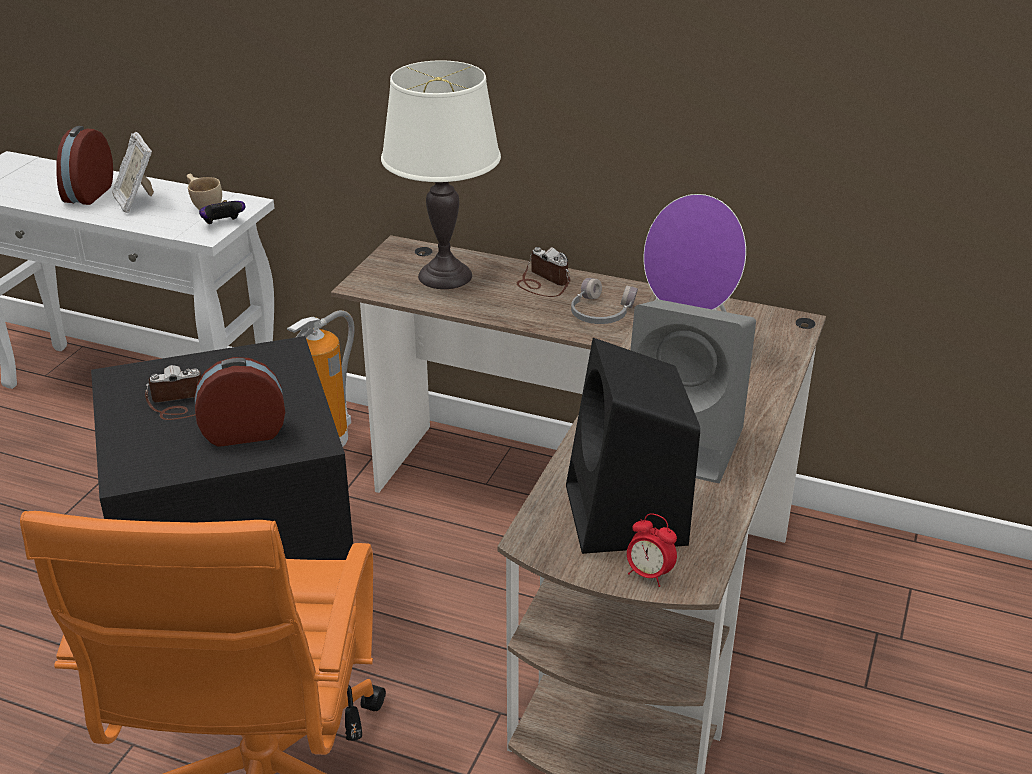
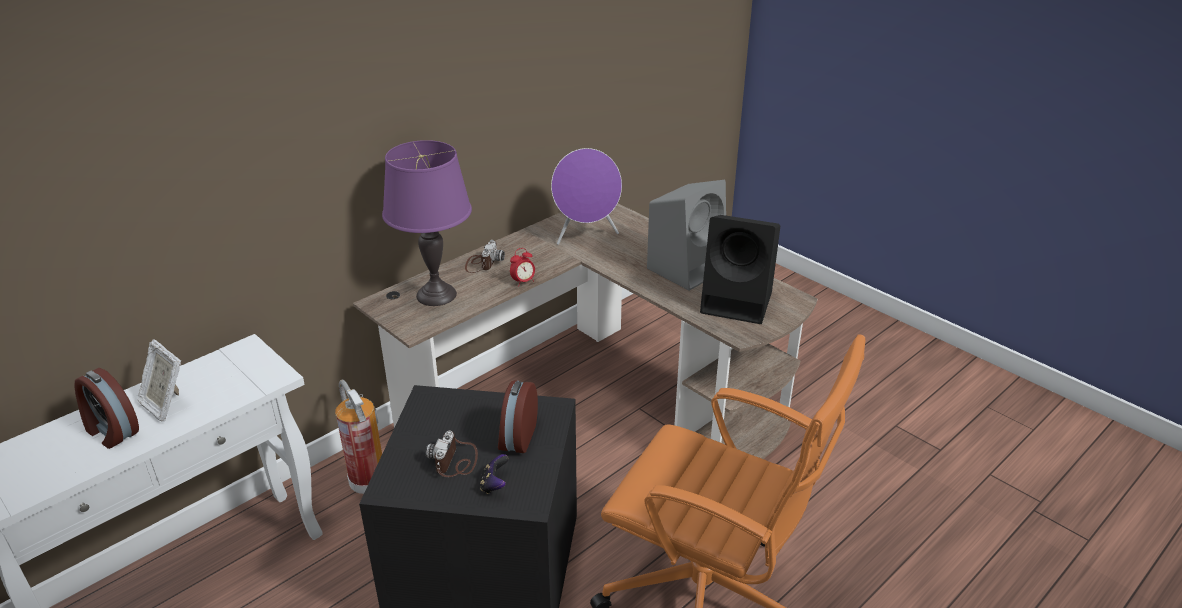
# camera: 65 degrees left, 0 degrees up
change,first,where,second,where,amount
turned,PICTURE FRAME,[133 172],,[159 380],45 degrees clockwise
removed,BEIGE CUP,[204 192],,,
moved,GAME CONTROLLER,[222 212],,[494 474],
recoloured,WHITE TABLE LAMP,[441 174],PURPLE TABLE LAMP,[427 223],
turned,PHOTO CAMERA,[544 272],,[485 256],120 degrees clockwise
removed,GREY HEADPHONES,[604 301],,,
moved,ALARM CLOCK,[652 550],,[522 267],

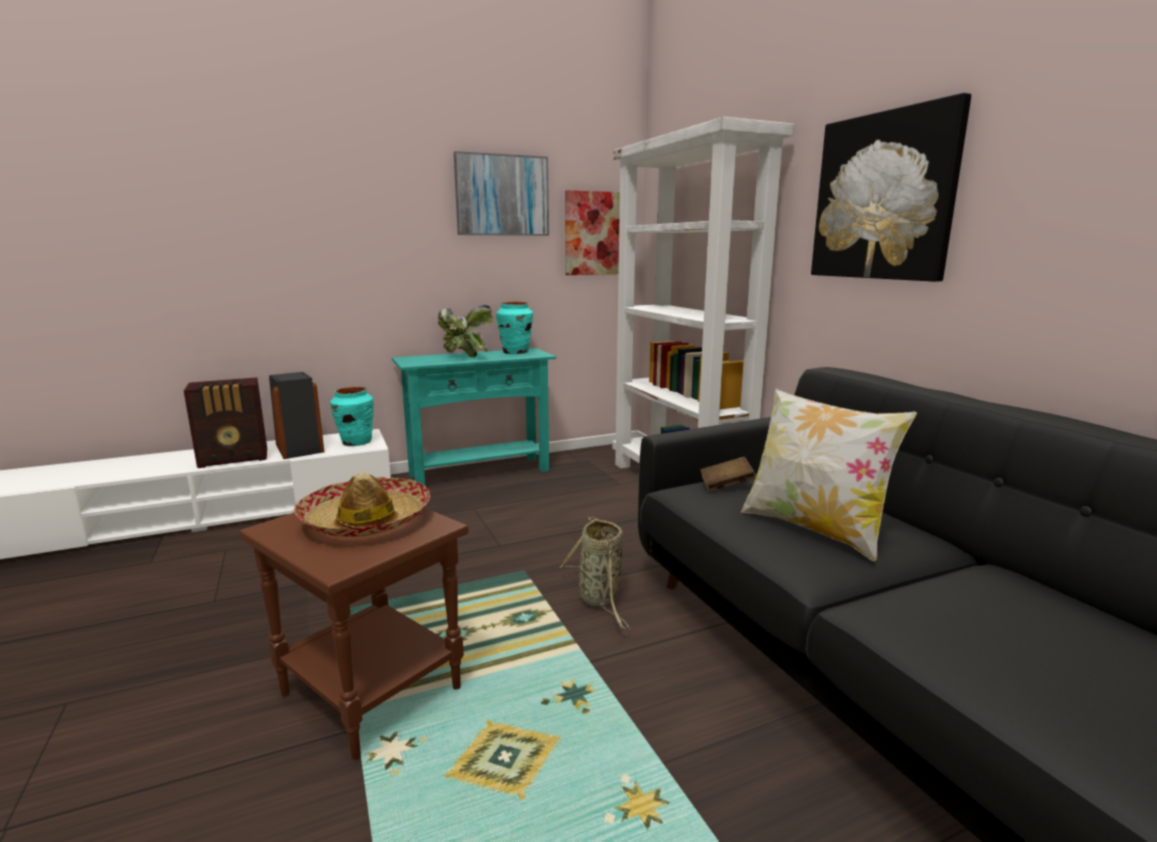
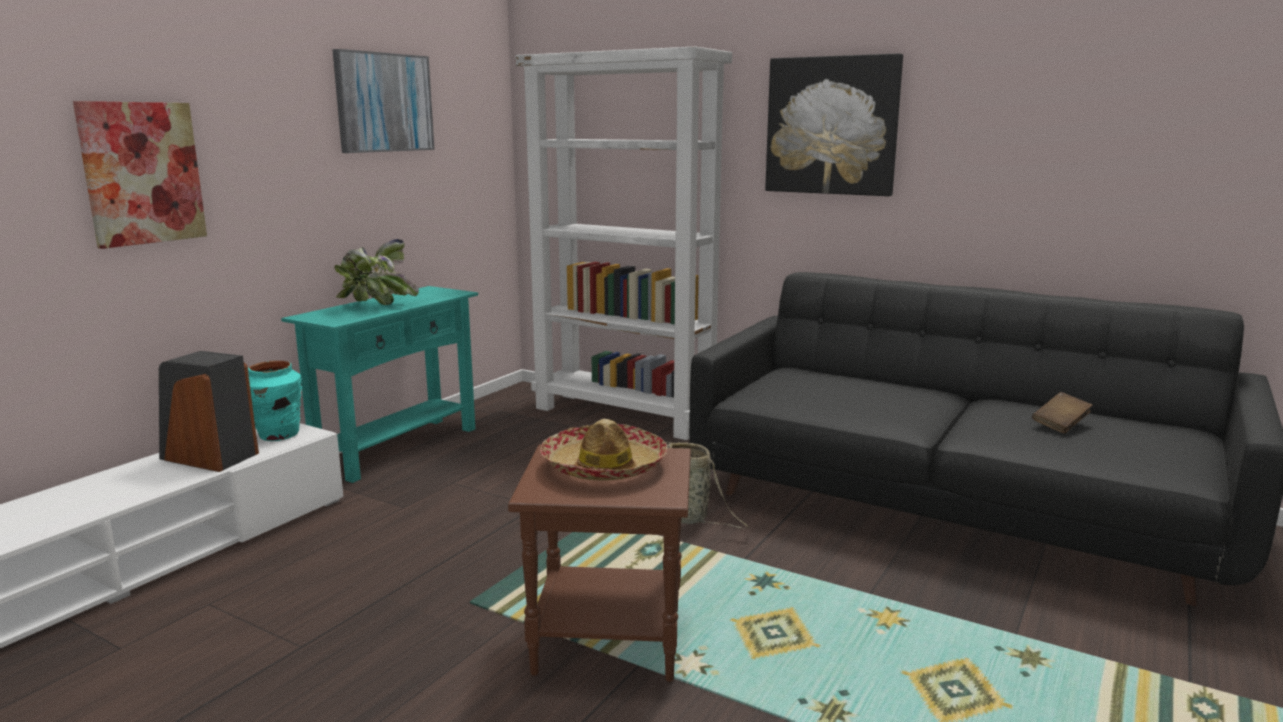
# camera: 35 degrees left, 0 degrees up
change,first,where,second,where,amount
removed,RADIO,[225 423],,,
removed,TURQUOISE VASE,[514 328],,,
moved,PICTURE,[592 232],,[140 175],
moved,BROWN BOOK,[727 474],,[1062 412],
removed,PILLOW,[829 474],,,

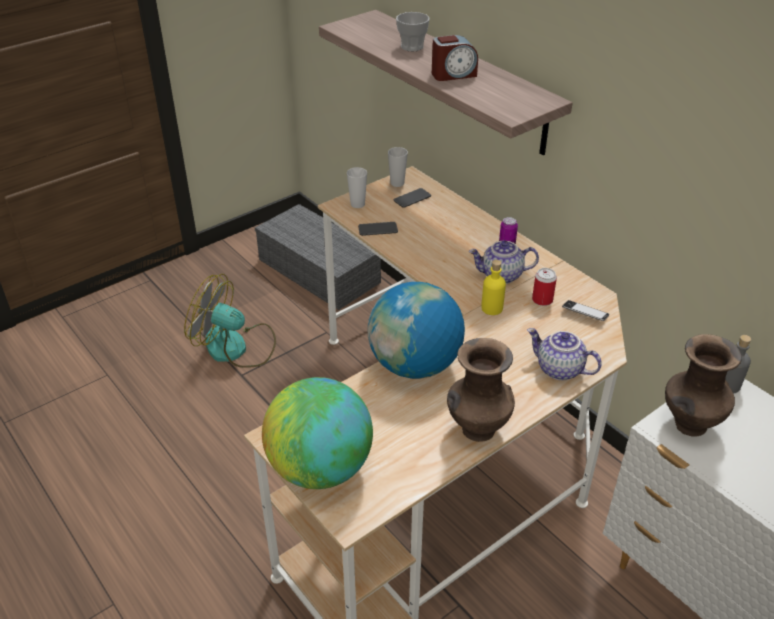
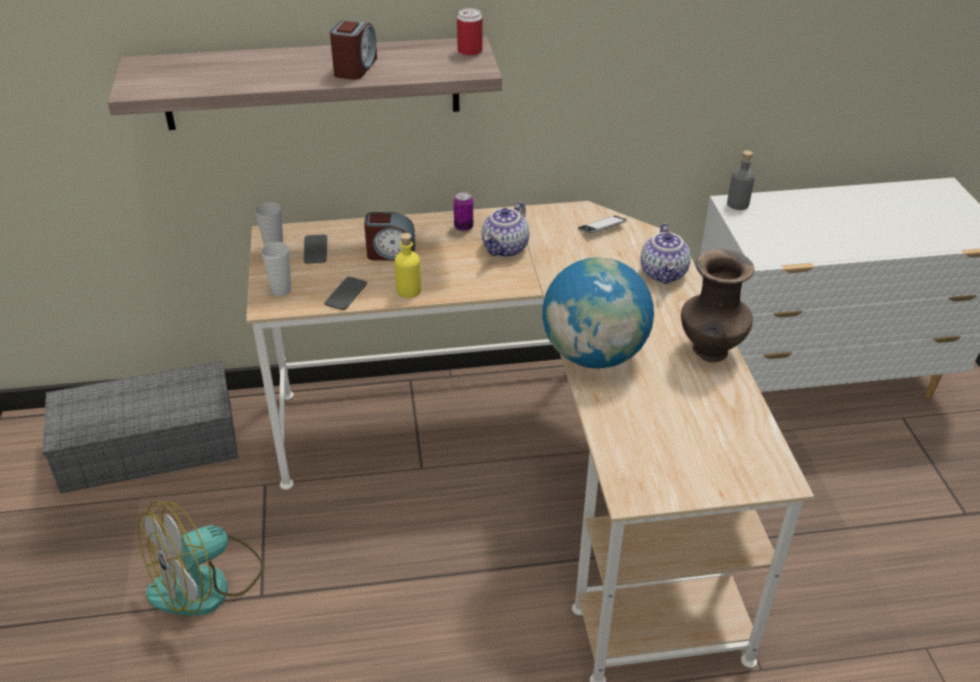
# camera: 60 degrees left, 0 degrees up
change,first,where,second,where,amount
removed,GLOBE,[317 433],,,
removed,CUP,[413 31],,,
moved,YELLOW BOTTLE,[493 287],,[408 265],
turned,TEAPOT,[564 354],,[665 253],60 degrees counterclockwise
moved,CAN,[544 287],,[469 32],
removed,BROWN VASE,[703 385],,,
added,,,ALARM CLOCK,[390 236],

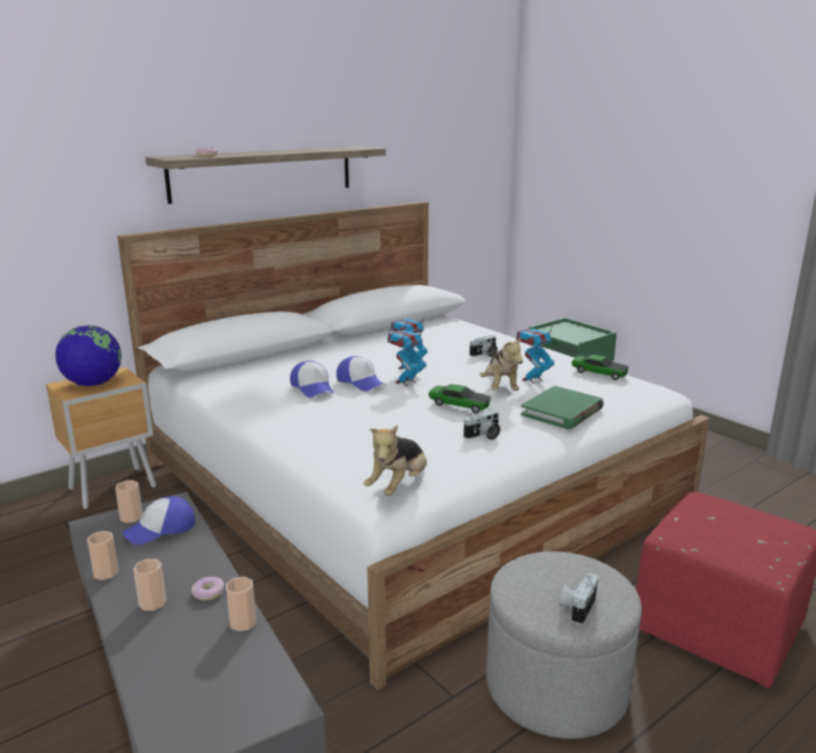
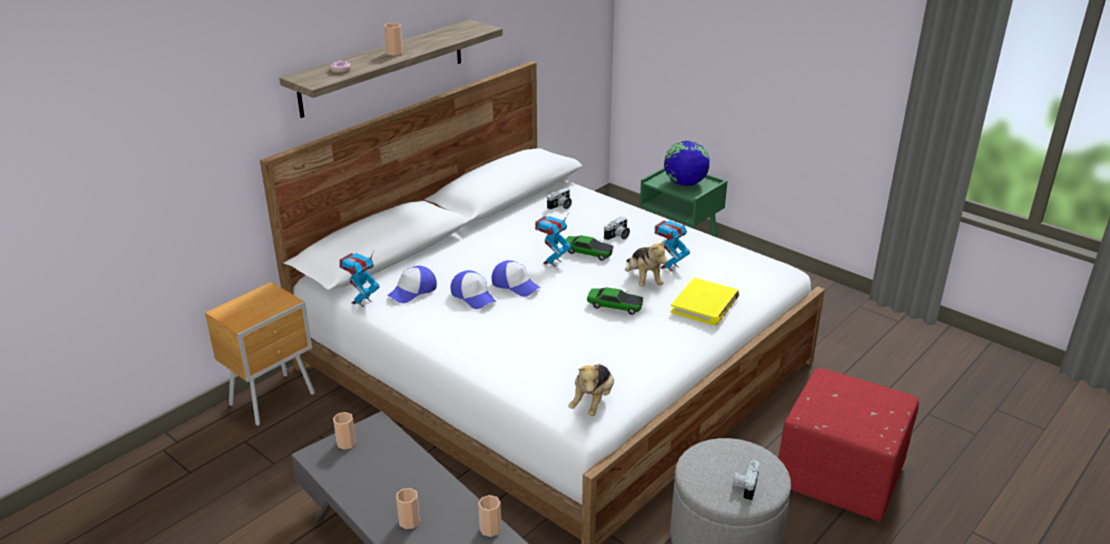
# camera: 10 degrees left, 10 degrees up
change,first,where,second,where,amount
moved,GLOBE,[88 355],,[686 163],
moved,CUP,[103 555],,[393 39],
moved,CAP,[158 520],,[412 284],
removed,DONUT,[207 588],,,
moved,TOY ROBOT,[406 355],,[359 279],
moved,PHOTO CAMERA,[482 424],,[559 199],
recoloured,GREEN BOOK,[562 407],YELLOW BOOK,[705 301],
moved,TOY CAR,[600 367],,[590 248],

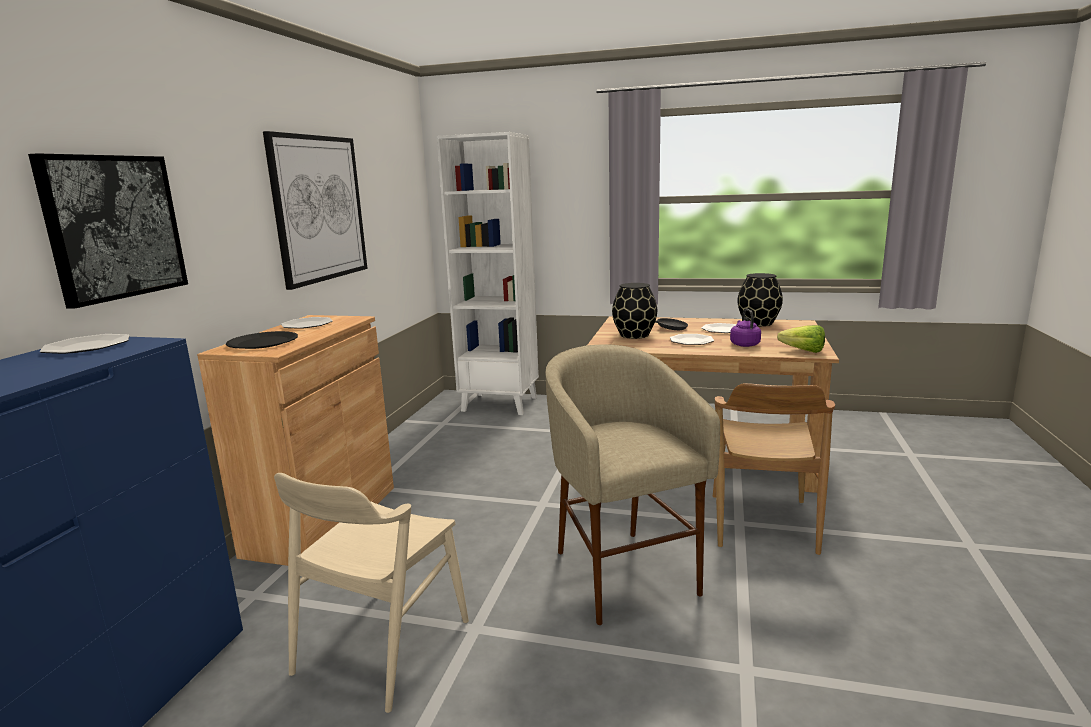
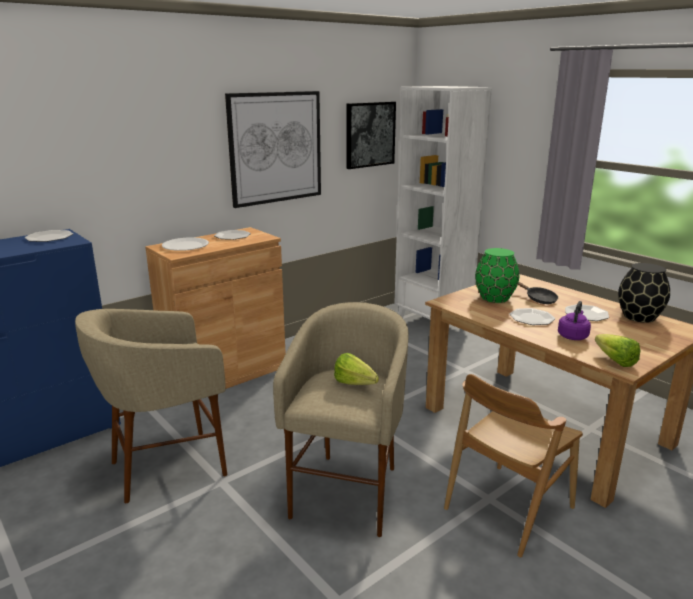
# camera: 35 degrees right, 5 degrees up
change,first,where,second,where,amount
moved,PICTURE,[108 231],,[371 135],
recoloured,BLACK PLATE,[262 340],WHITE PLATE,[185 244],
replaced,BEIGE CHAIR,[371 593],BEIGE STOOL,[151 406],
recoloured,BLACK VASE,[634 311],GREEN VASE,[497 275],
added,,,LETTUCE,[356 369],

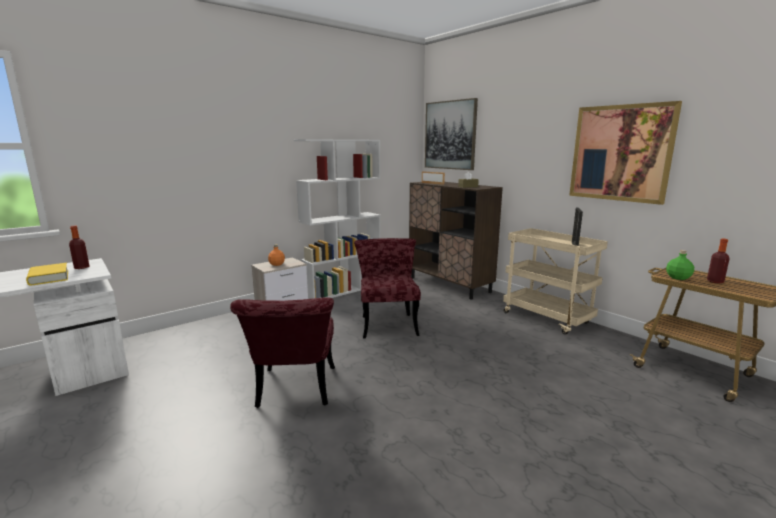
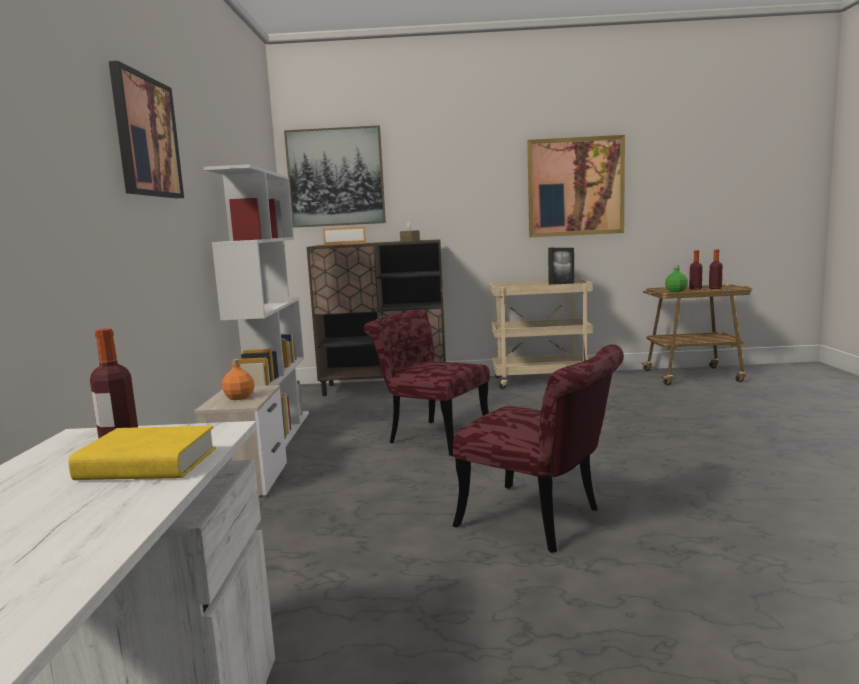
# camera: 50 degrees left, 5 degrees down
change,first,where,second,where,amount
added,,,PICTURE,[146 130],
added,,,BOTTLE,[716 269],

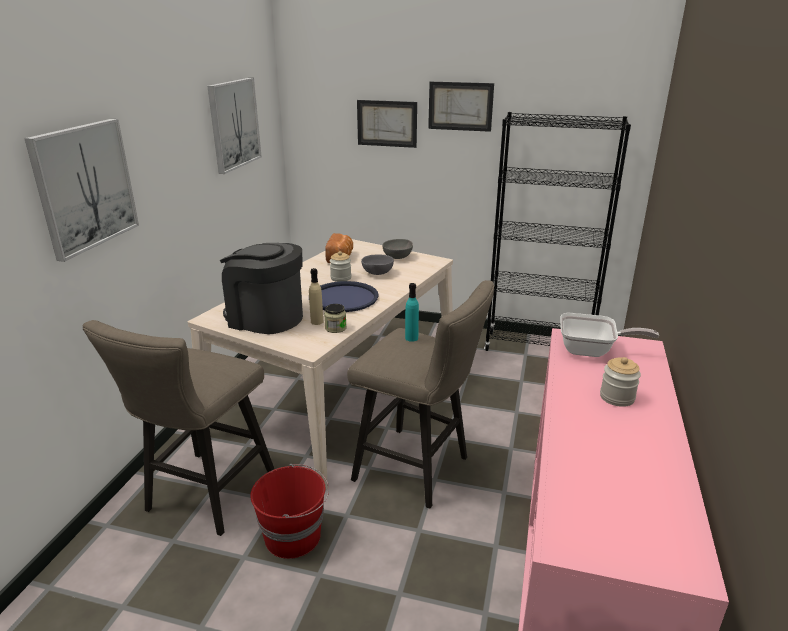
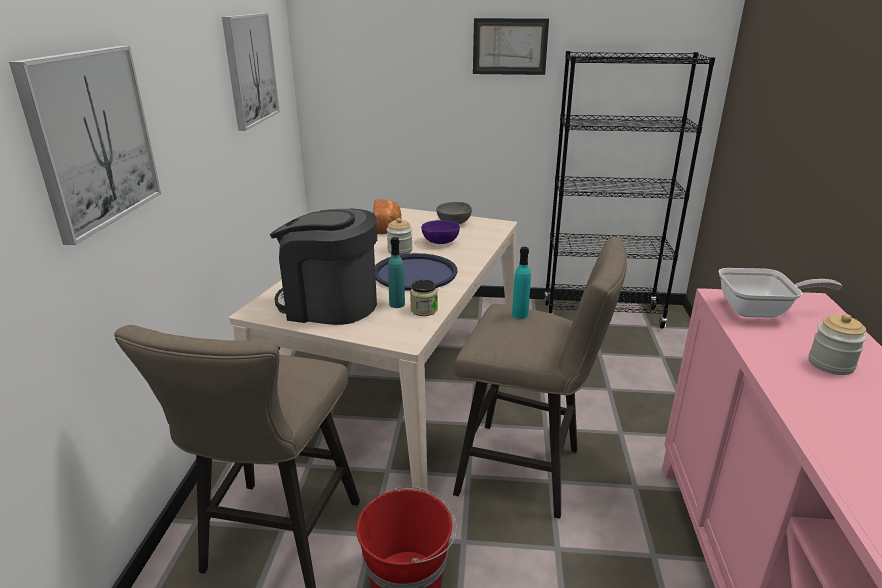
# camera: 10 degrees left, 0 degrees up
change,first,where,second,where,amount
recoloured,BEIGE BOTTLE,[316 296],TURQUOISE BOTTLE,[396 272],
removed,PICTURE,[387 124],,,
recoloured,GREY BOWL,[377 265],PURPLE BOWL,[440 232],

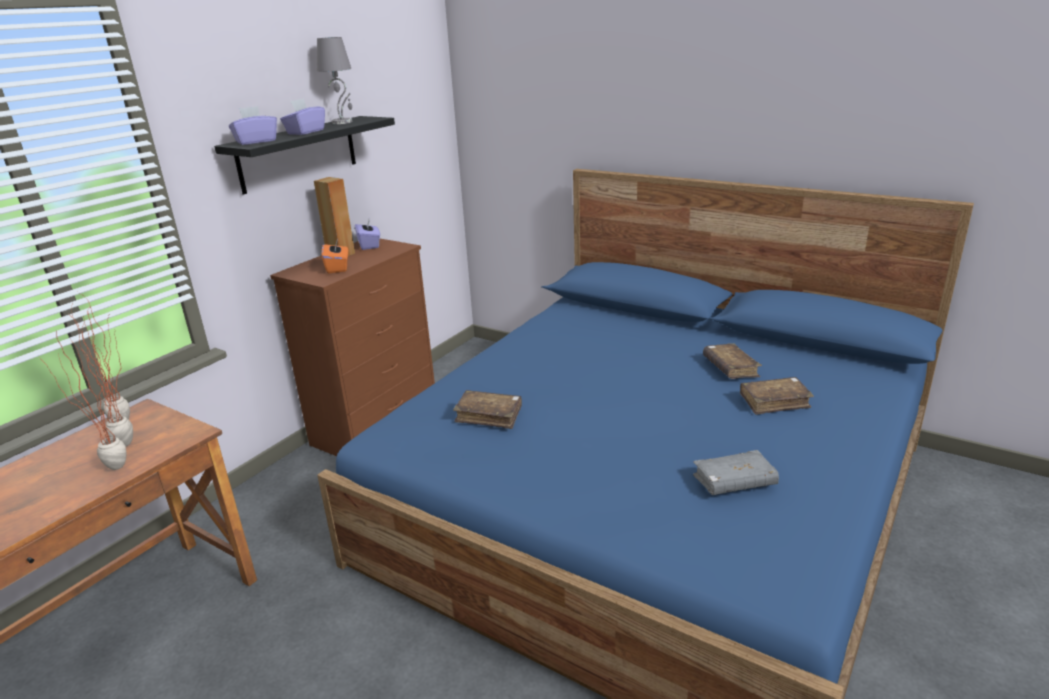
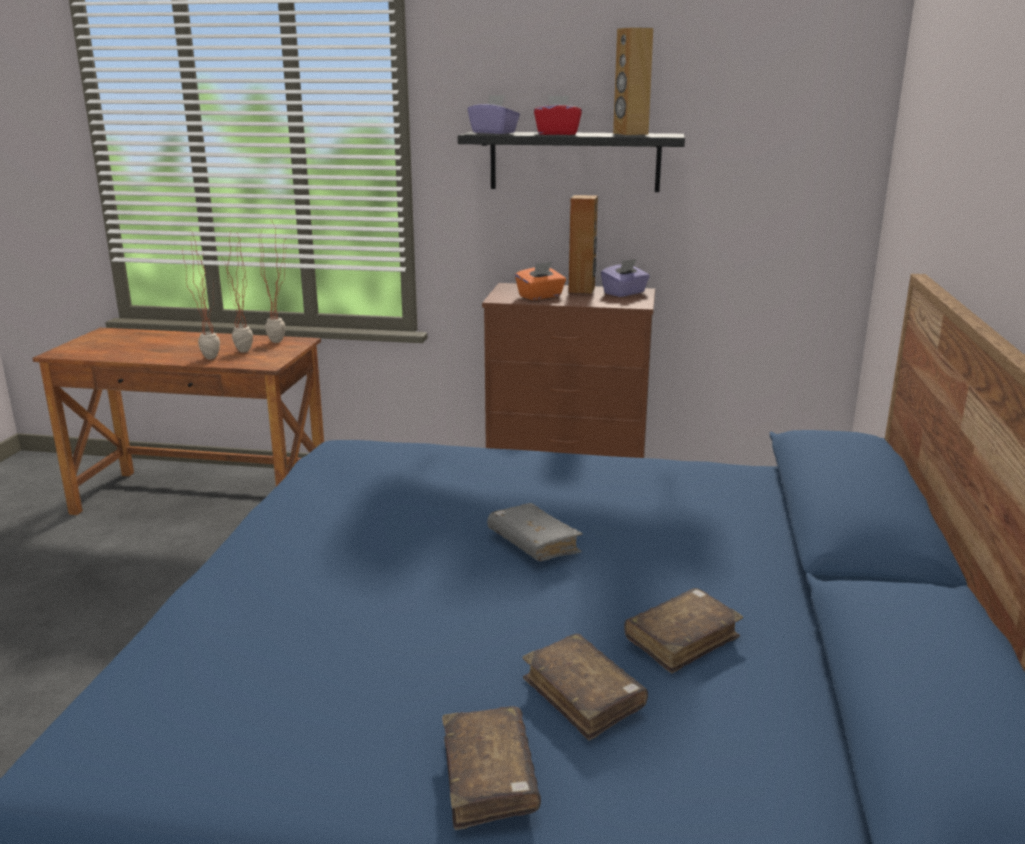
# camera: 65 degrees right, 5 degrees down
change,first,where,second,where,amount
recoloured,PURPLE TISSUE BOX,[302 116],RED TISSUE BOX,[558 115],
replaced,GREY TABLE LAMP,[334 80],BROWN SPEAKER,[633 81],
moved,BROWN BOOK,[487 409],,[491 768],
moved,GREY BOOK,[736 472],,[534 532],

